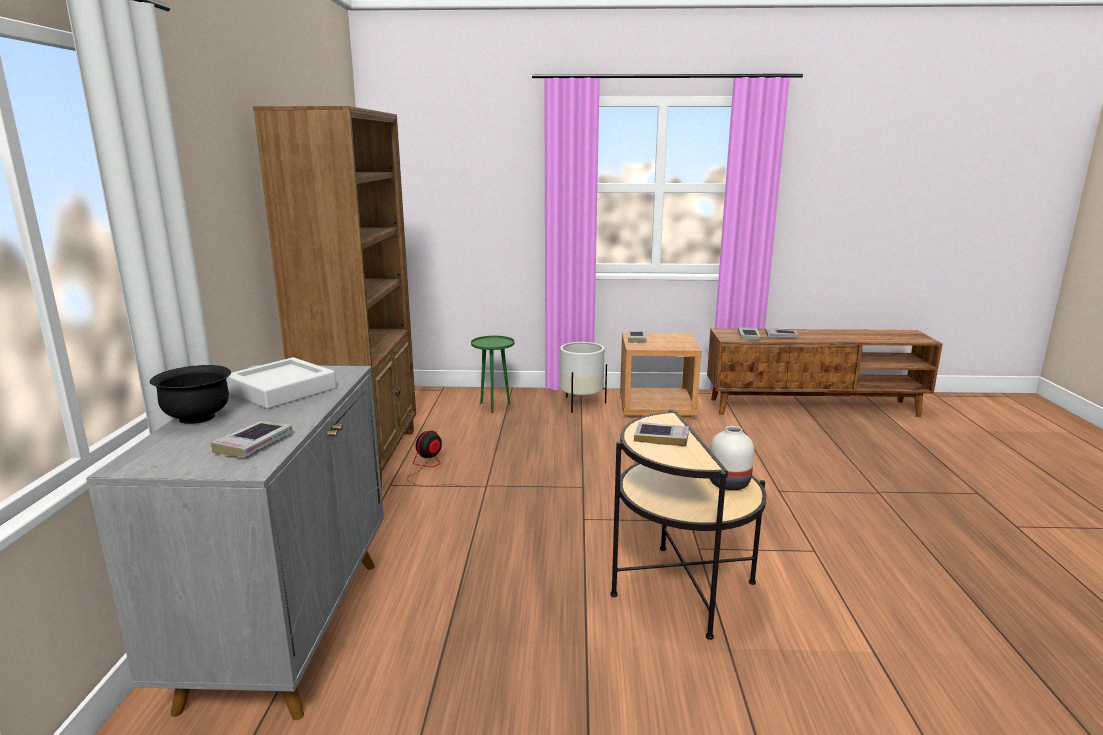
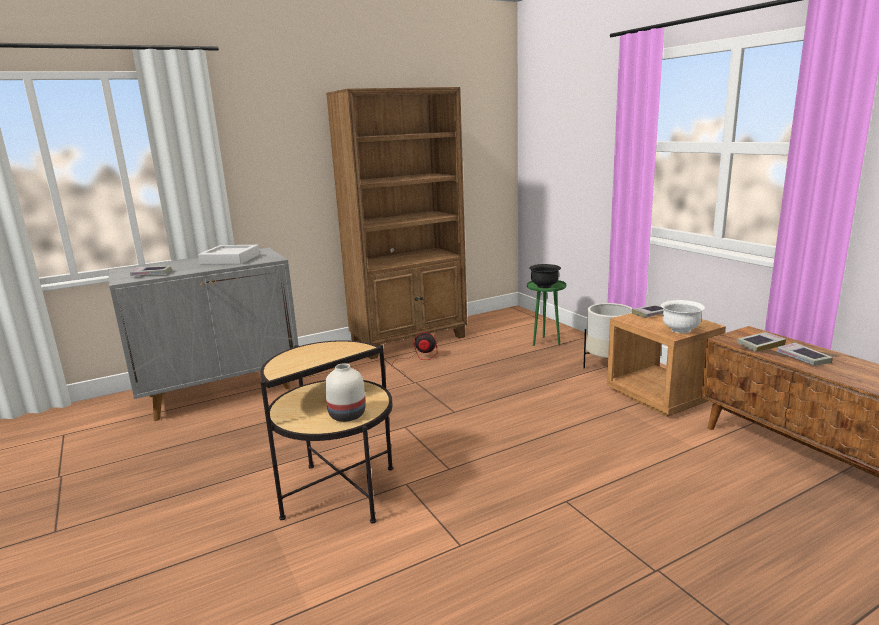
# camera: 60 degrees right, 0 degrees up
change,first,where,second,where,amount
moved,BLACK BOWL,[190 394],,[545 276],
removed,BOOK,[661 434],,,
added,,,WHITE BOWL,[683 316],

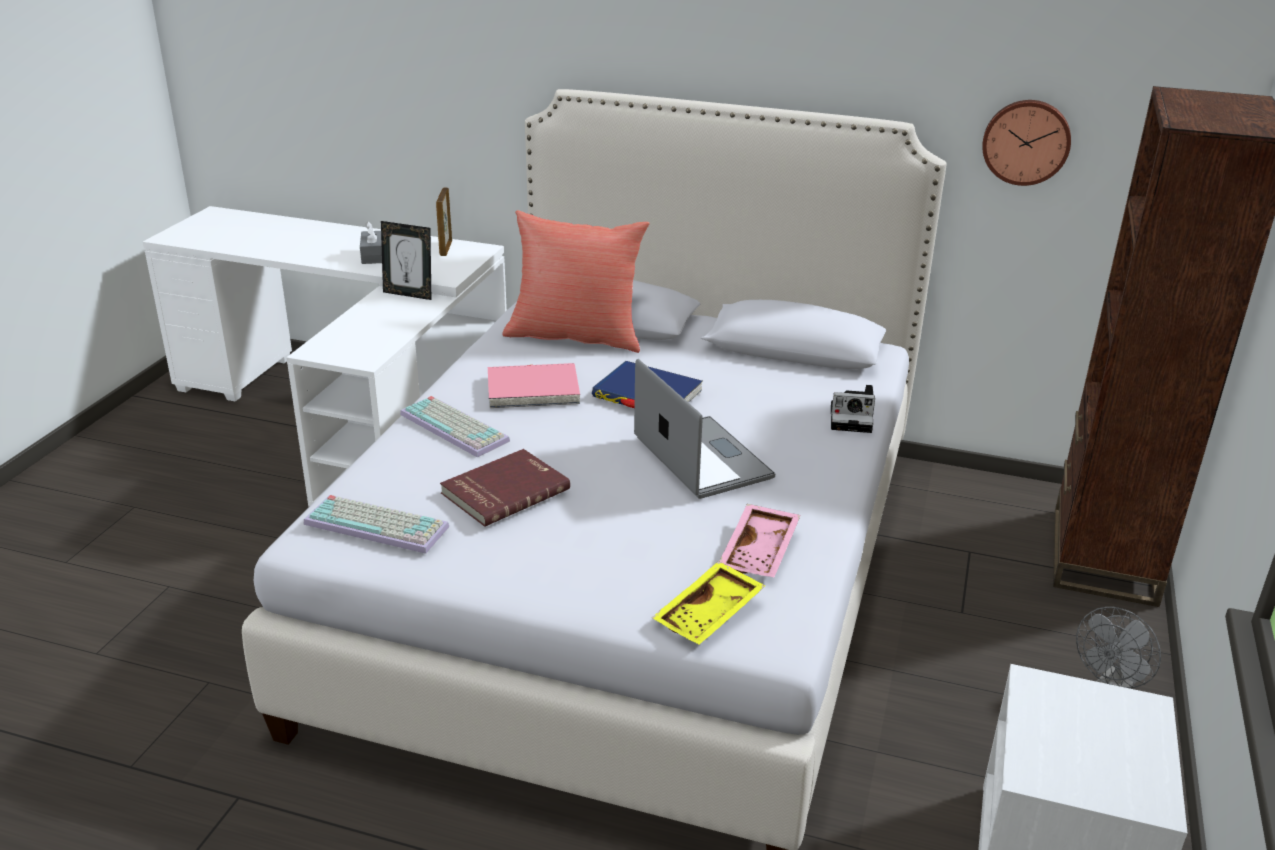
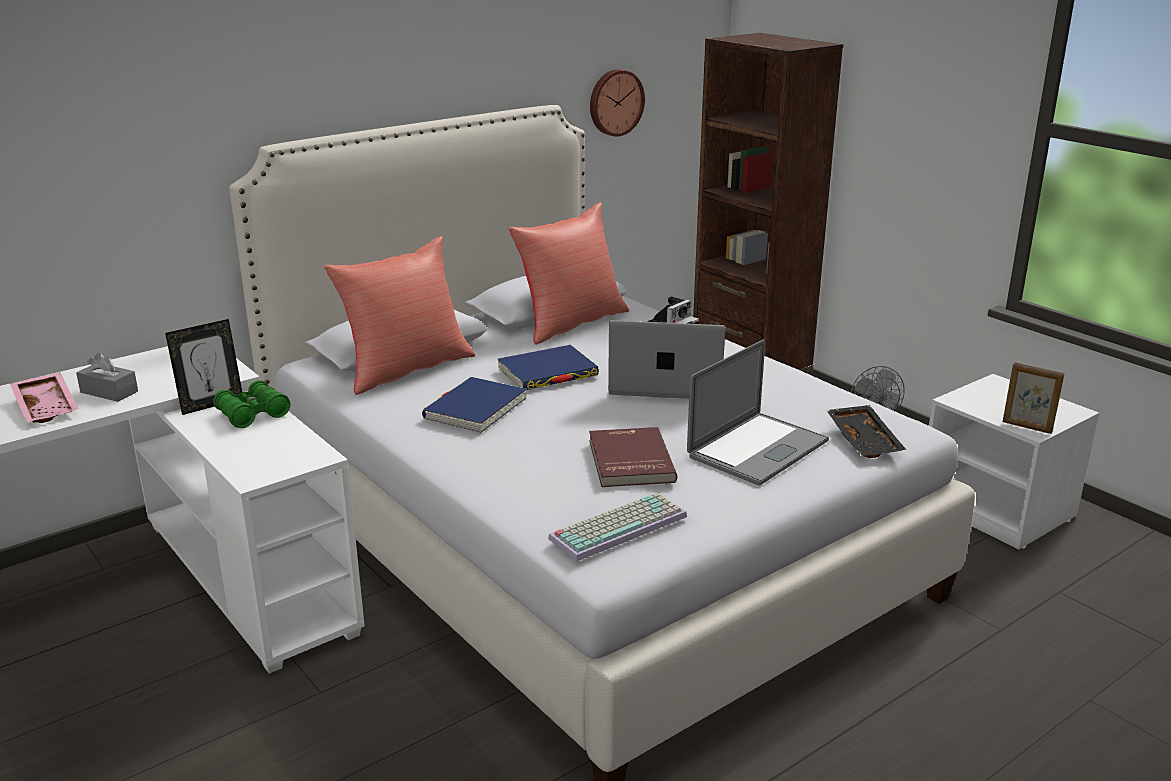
# camera: 55 degrees left, 5 degrees down
change,first,where,second,where,amount
removed,KEYBOARD,[455 426],,,
moved,PICTURE FRAME,[444 222],,[1033 398],
recoloured,PINK BOOK,[534 385],BLUE BOOK,[474 405],
recoloured,YELLOW TRAY,[709 603],BLACK TRAY,[866 431],
moved,PINK TRAY,[760 540],,[44 397],
added,,,GREEN BINOCULARS,[251 404],
added,,,RED PILLOW,[568 273],
added,,,LAPTOP,[758 412],

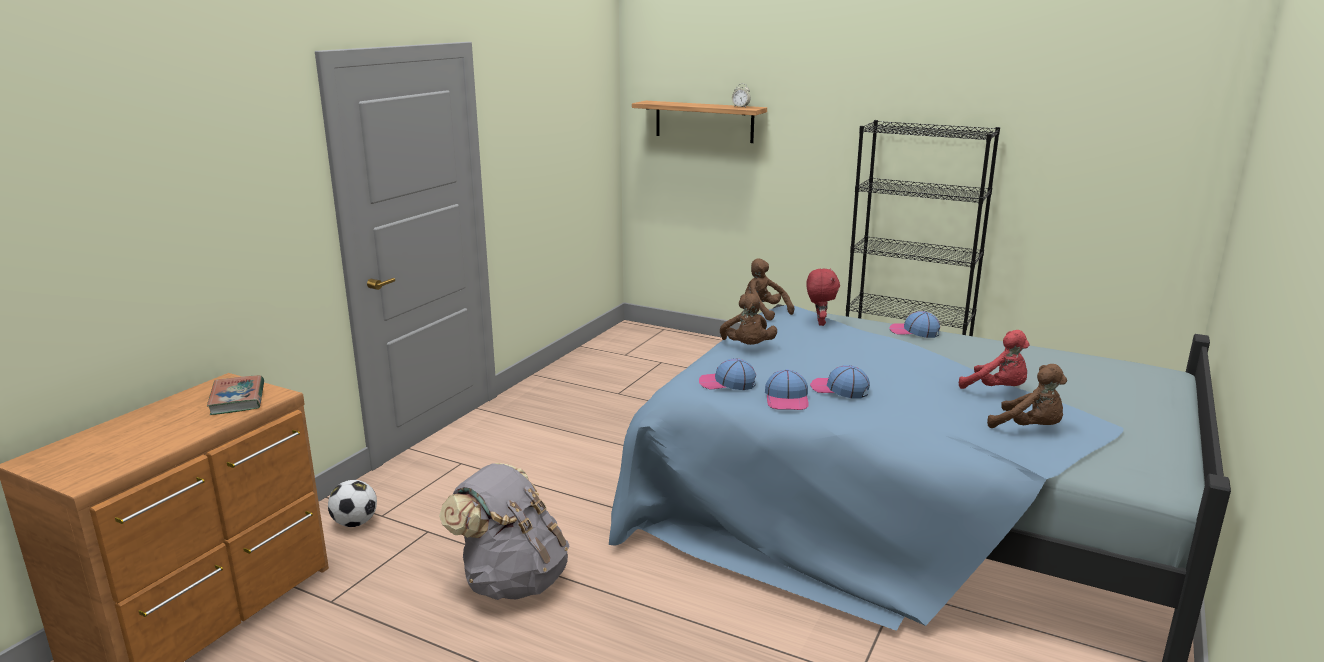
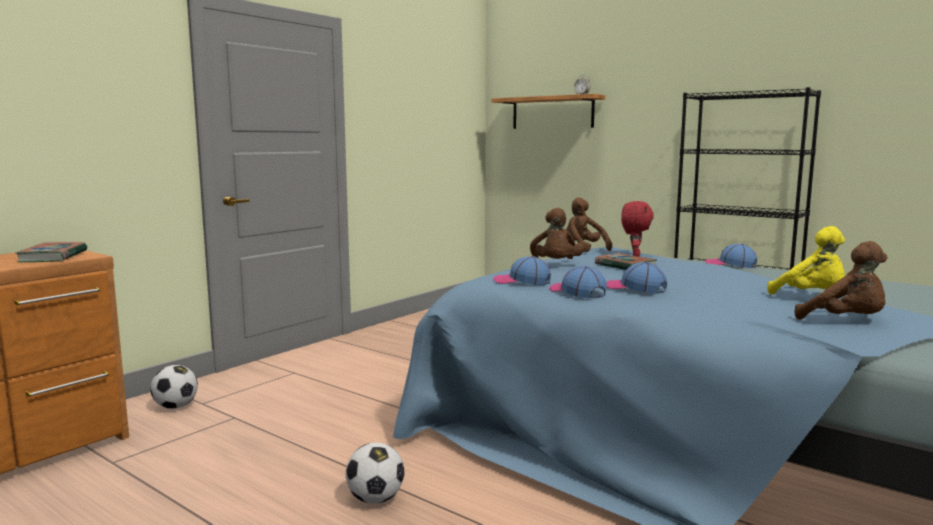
# camera: 10 degrees right, 10 degrees down
change,first,where,second,where,amount
removed,GREY BACKPACK,[504 531],,,
turned,CAP,[786 389],,[578 282],135 degrees clockwise
recoloured,RED PLUSH TOY,[994 359],YELLOW PLUSH TOY,[806 260],
added,,,FOOTBALL,[375 473],
added,,,BOOK,[626 261],

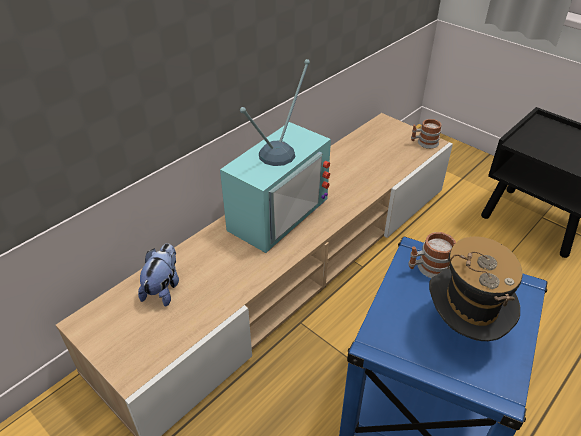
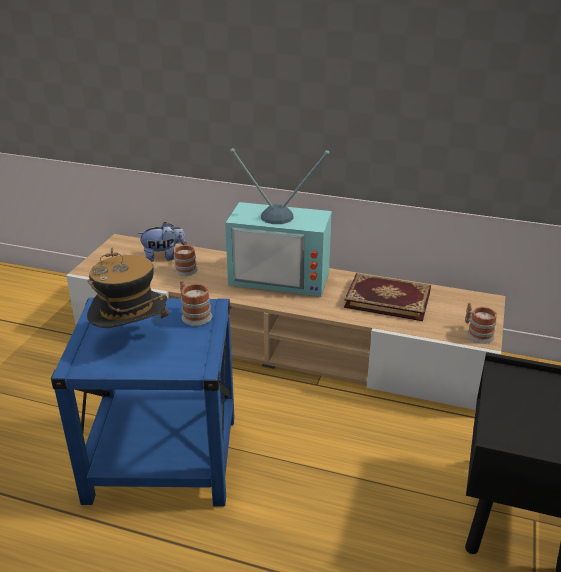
# camera: 65 degrees right, 10 degrees down
change,first,where,second,where,amount
added,,,MUG,[186 258],
added,,,BOOK,[387 297],

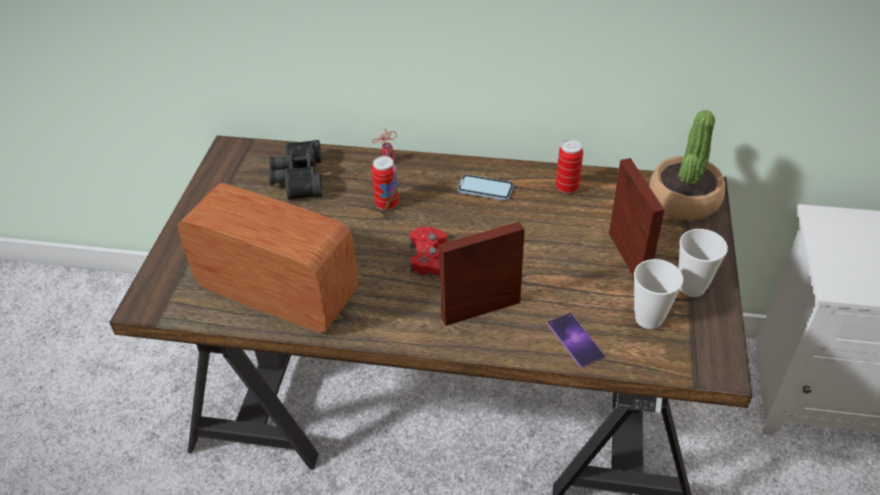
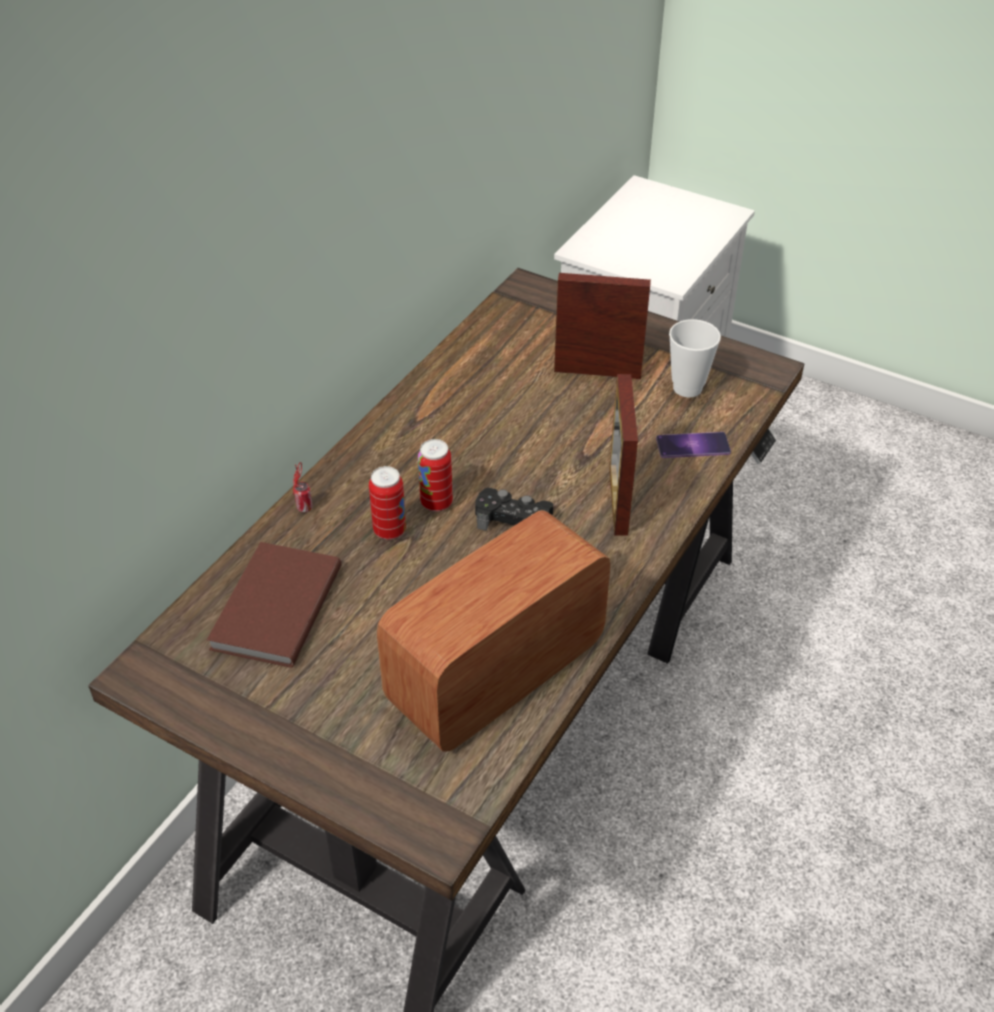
# camera: 70 degrees left, 0 degrees up
change,first,where,second,where,amount
replaced,BLACK BINOCULARS,[296 170],BROWN BOOK,[274 605],
recoloured,RED GAME CONTROLLER,[428 251],BLACK GAME CONTROLLER,[514 509],
removed,PHONE,[486 187],,,
moved,CAN,[569 167],,[435 475],
removed,POTTED PLANT,[687 165],,,
removed,CUP,[703 263],,,

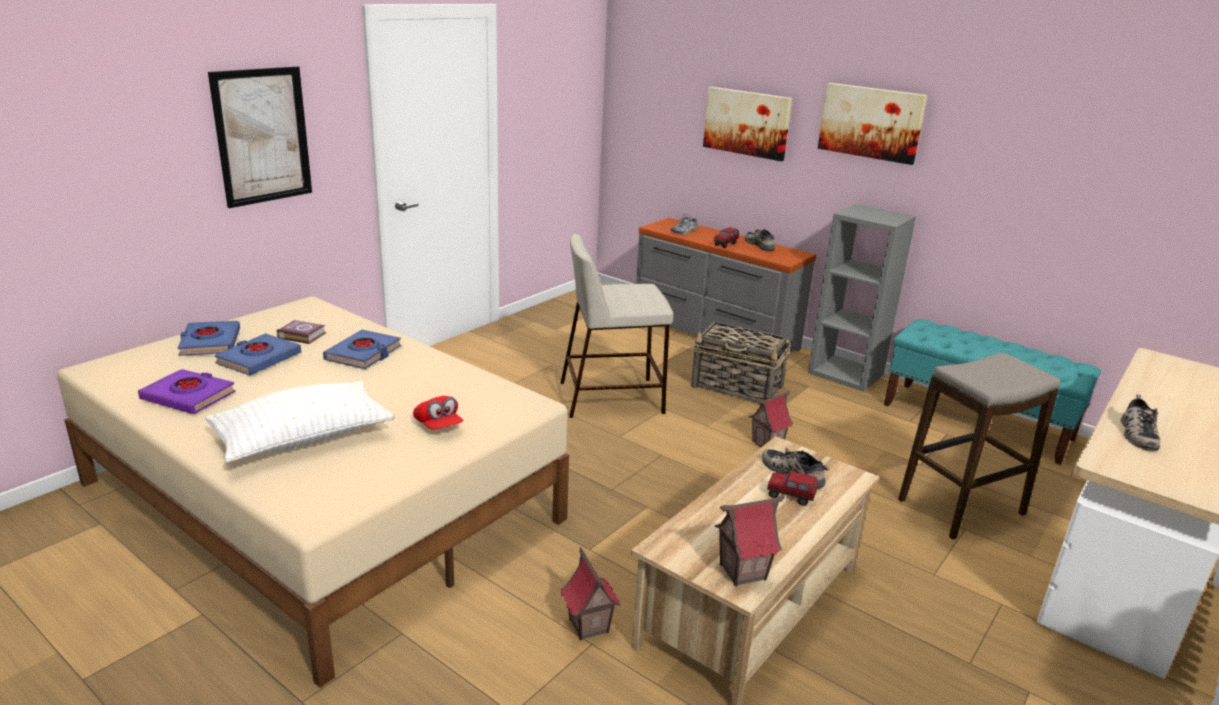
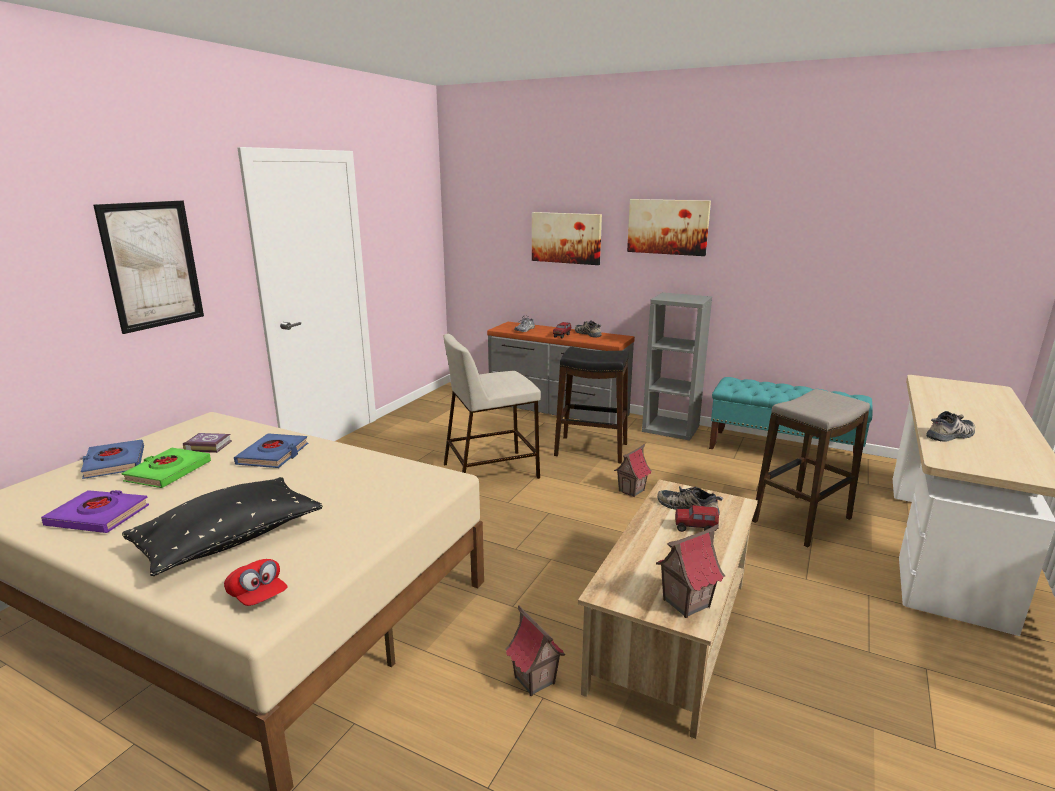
# camera: 10 degrees left, 5 degrees down
change,first,where,second,where,amount
recoloured,WHITE PILLOW,[300 422],BLACK PILLOW,[222 526],
recoloured,BLUE BOOK,[257 354],GREEN BOOK,[166 468],
moved,RED CAP,[438 413],,[256 582],
replaced,BASKET,[741 361],BLACK STOOL,[591 405],
turned,SHOE,[1140 422],,[950 426],120 degrees counterclockwise

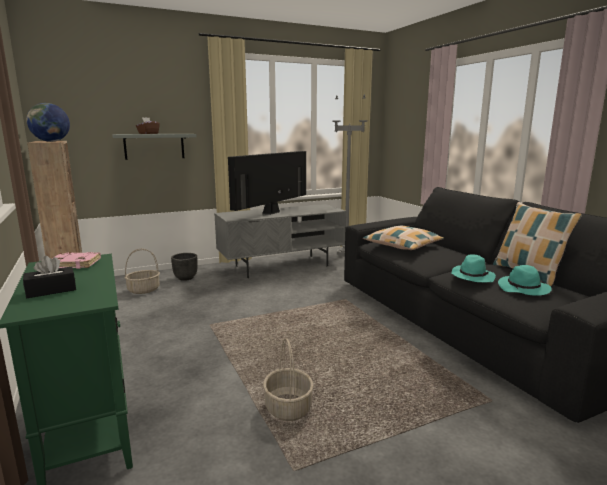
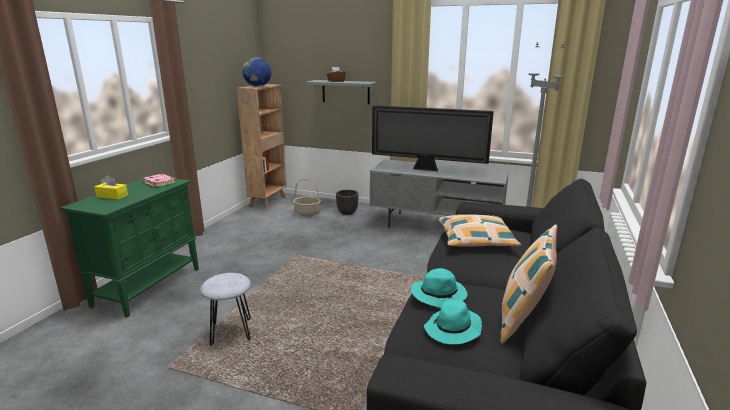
# camera: 45 degrees right, 5 degrees up
change,first,where,second,where,amount
recoloured,BLACK TISSUE BOX,[49 277],YELLOW TISSUE BOX,[111 187],
turned,TELEVISION,[267 183],,[433 138],150 degrees counterclockwise
replaced,BASKET,[288 379],GREY STOOL,[225 309],

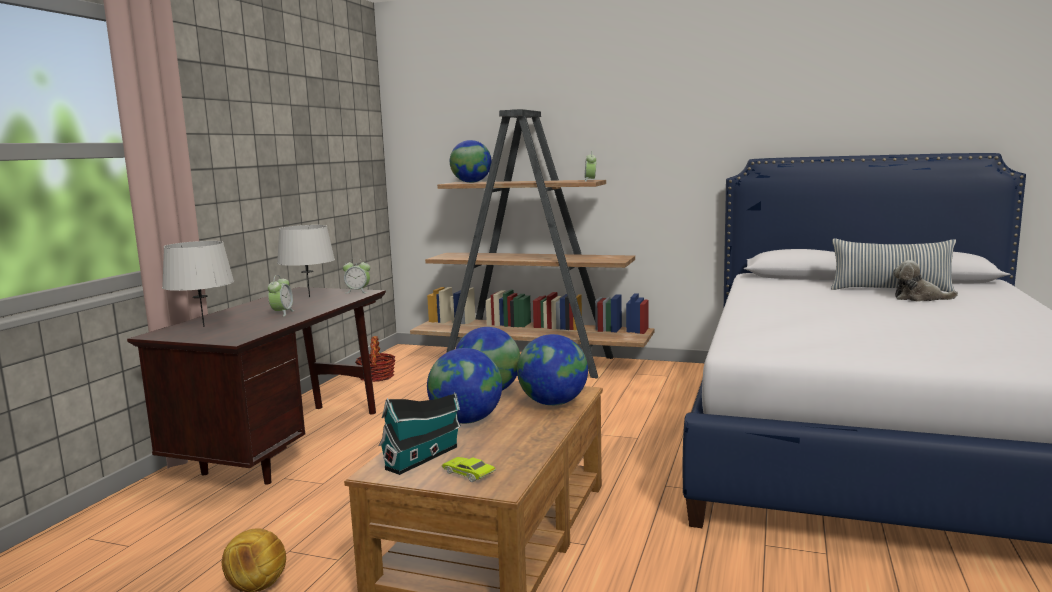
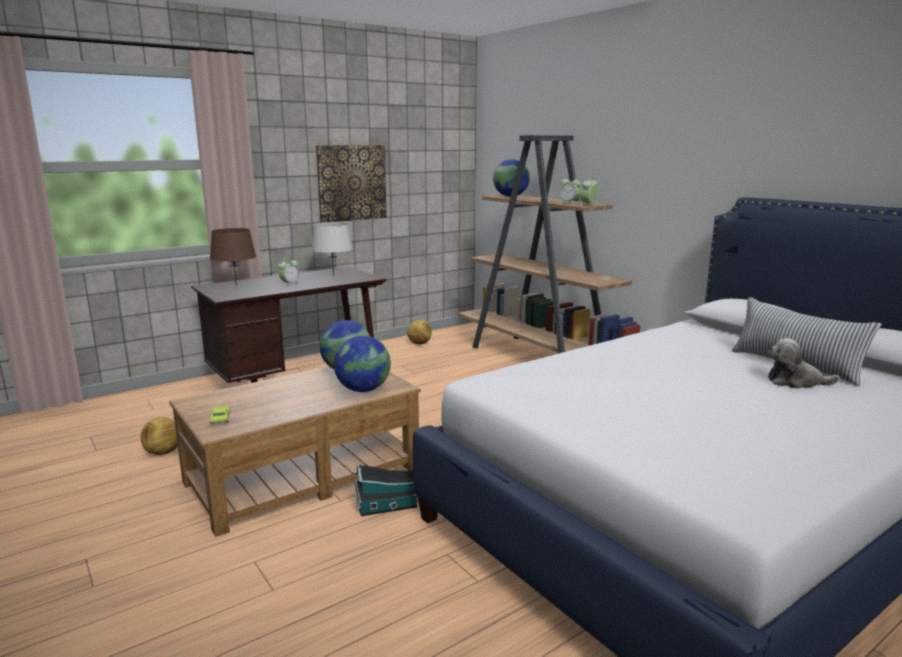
# camera: 35 degrees right, 5 degrees up
change,first,where,second,where,amount
recoloured,GREY TABLE LAMP,[198 284],BROWN TABLE LAMP,[233 257],
moved,ALARM CLOCK,[356 275],,[570 190],
replaced,BASKET,[375 359],FOOTBALL,[419 332],
moved,TOY HOUSE,[419 433],,[385 490],
removed,GLOBE,[464 386],,,
turned,PLUSH TOY,[925 280],,[804 363],45 degrees counterclockwise
added,,,PICTURE,[351 184],

